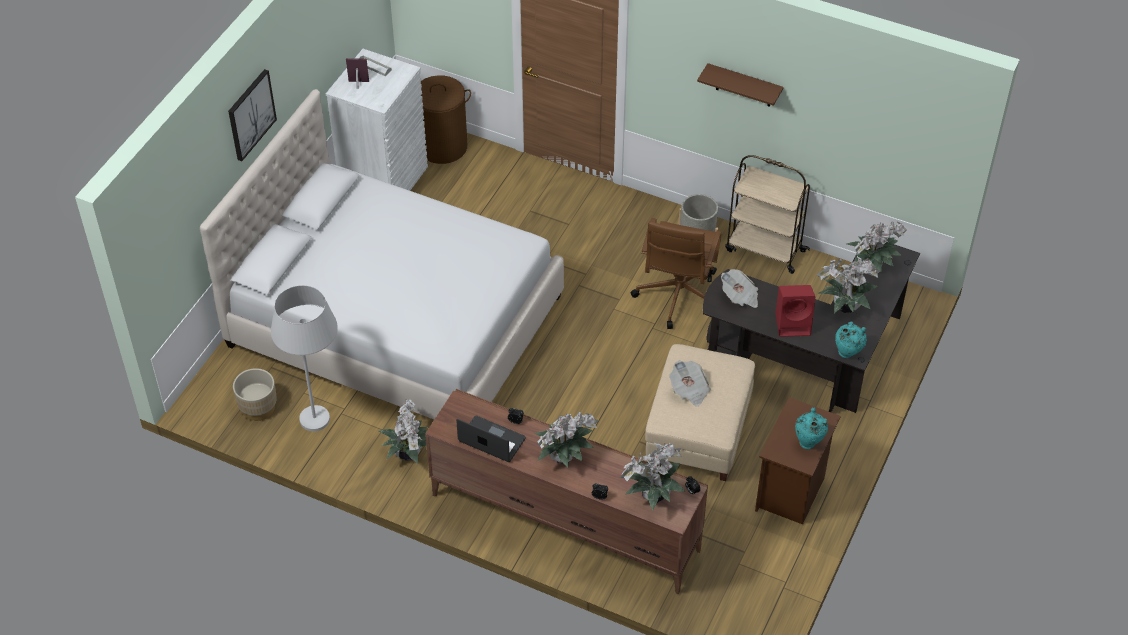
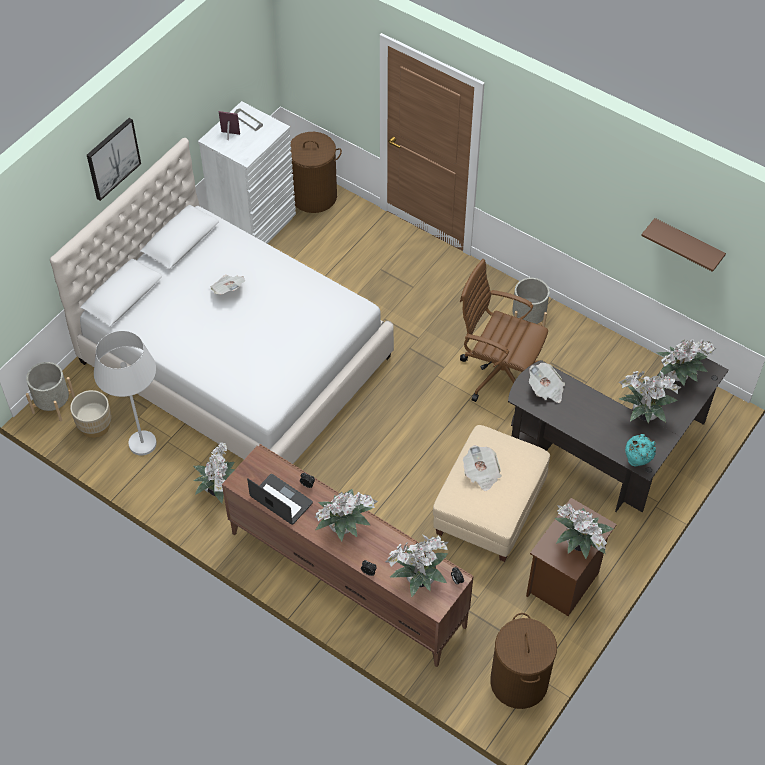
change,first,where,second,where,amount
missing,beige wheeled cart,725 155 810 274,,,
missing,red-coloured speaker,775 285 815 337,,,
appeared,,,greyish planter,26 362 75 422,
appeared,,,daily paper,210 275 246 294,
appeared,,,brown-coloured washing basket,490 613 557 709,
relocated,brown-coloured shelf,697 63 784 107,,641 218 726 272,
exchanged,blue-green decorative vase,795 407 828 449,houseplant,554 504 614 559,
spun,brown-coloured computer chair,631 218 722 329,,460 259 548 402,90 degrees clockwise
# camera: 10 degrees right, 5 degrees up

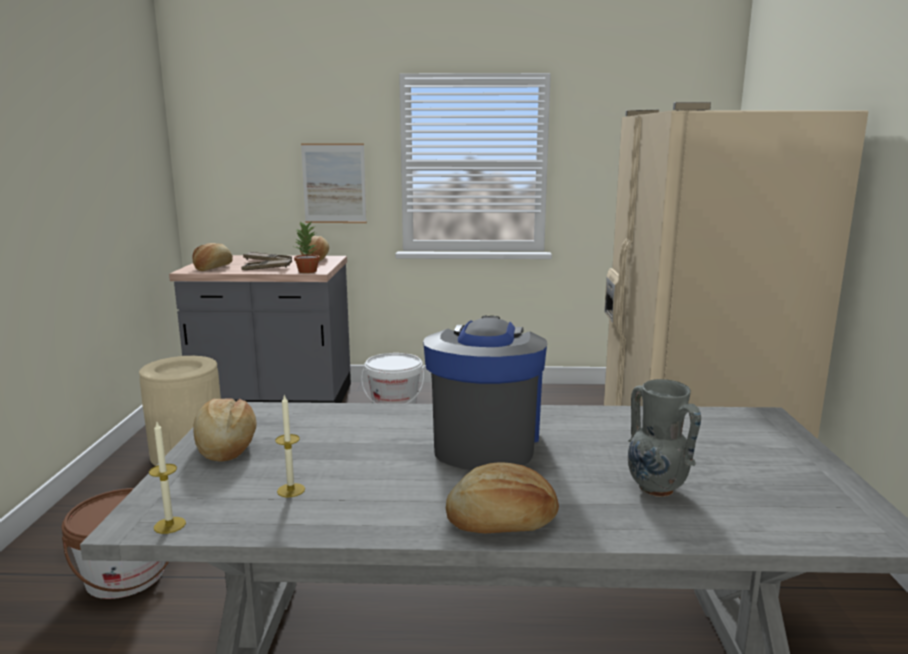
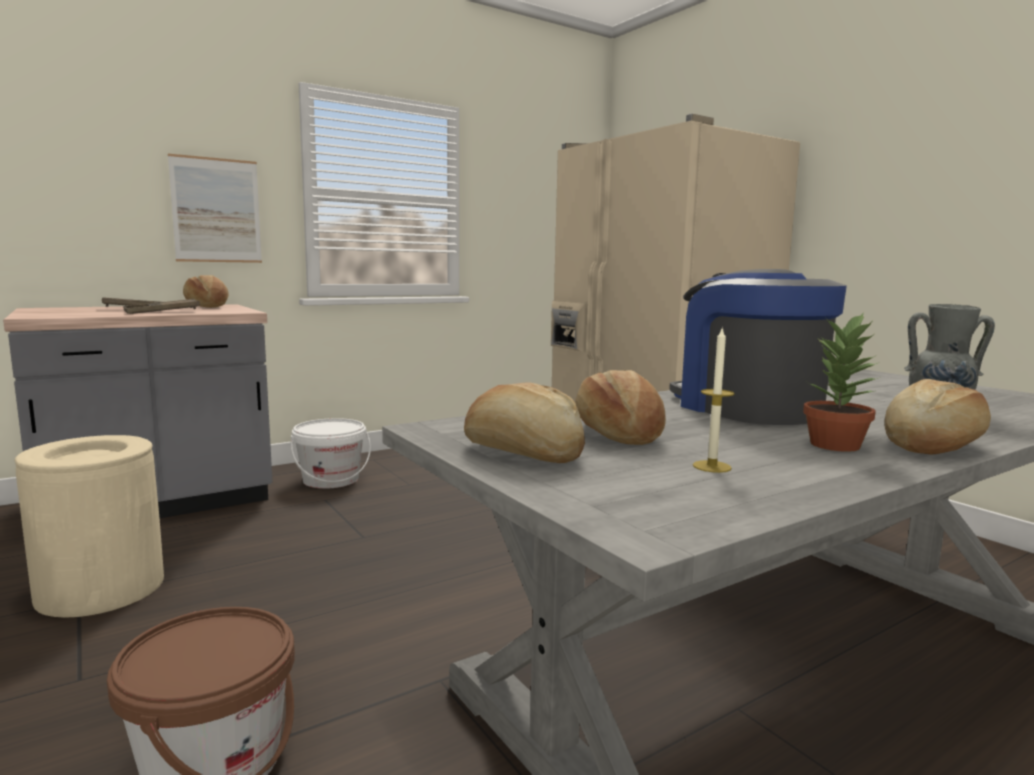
change,first,where,second,where,amount
missing,wax candle,149 422 186 534,,,
relocated,bread,192 243 233 271,,575 370 666 445,
relocated,houseplant,294 222 320 273,,803 312 880 452,
# camera: 35 degrees left, 5 degrees down

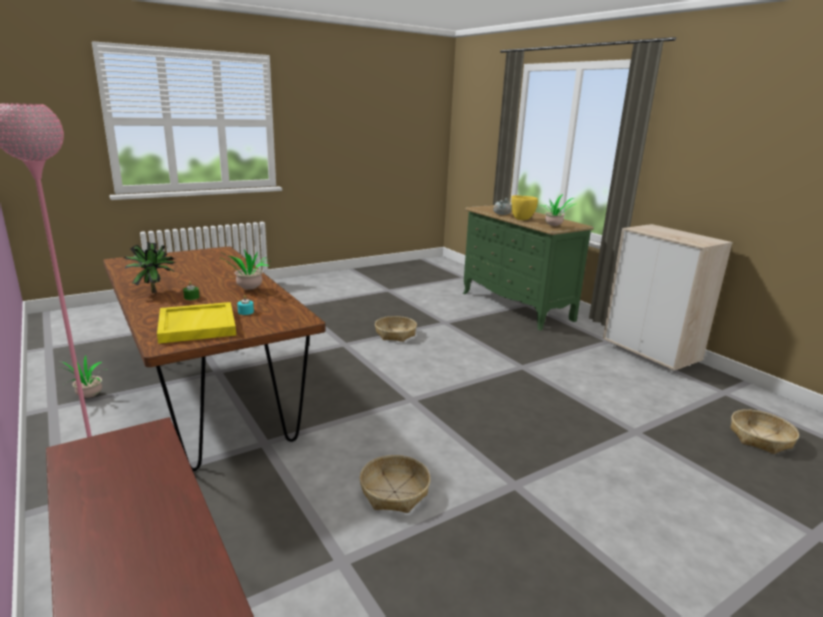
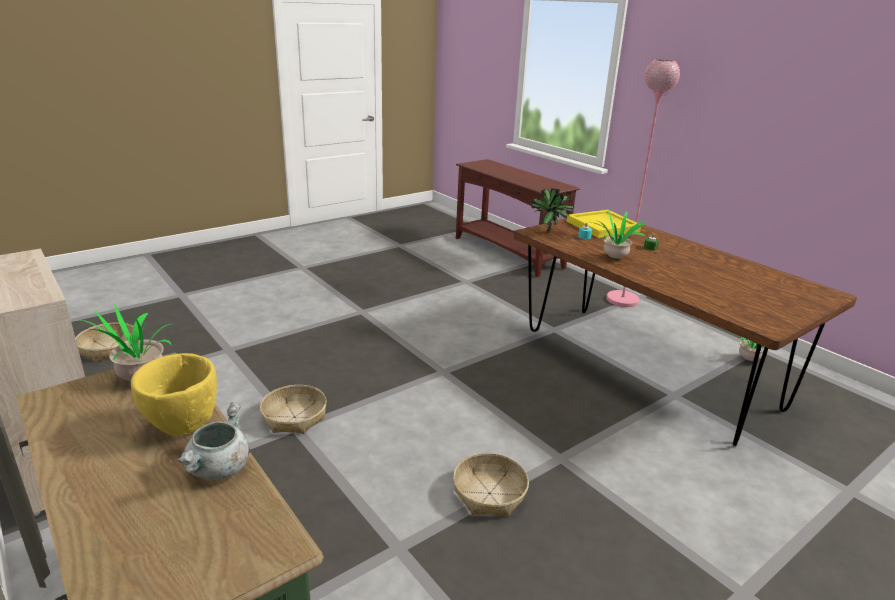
change,first,where,second,where,amount
relocated,houseplant,124 242 177 293,,531 188 575 233,
relocated,storage basket,360 455 431 513,,260 385 327 434,
# camera: 175 degrees right, 5 degrees up

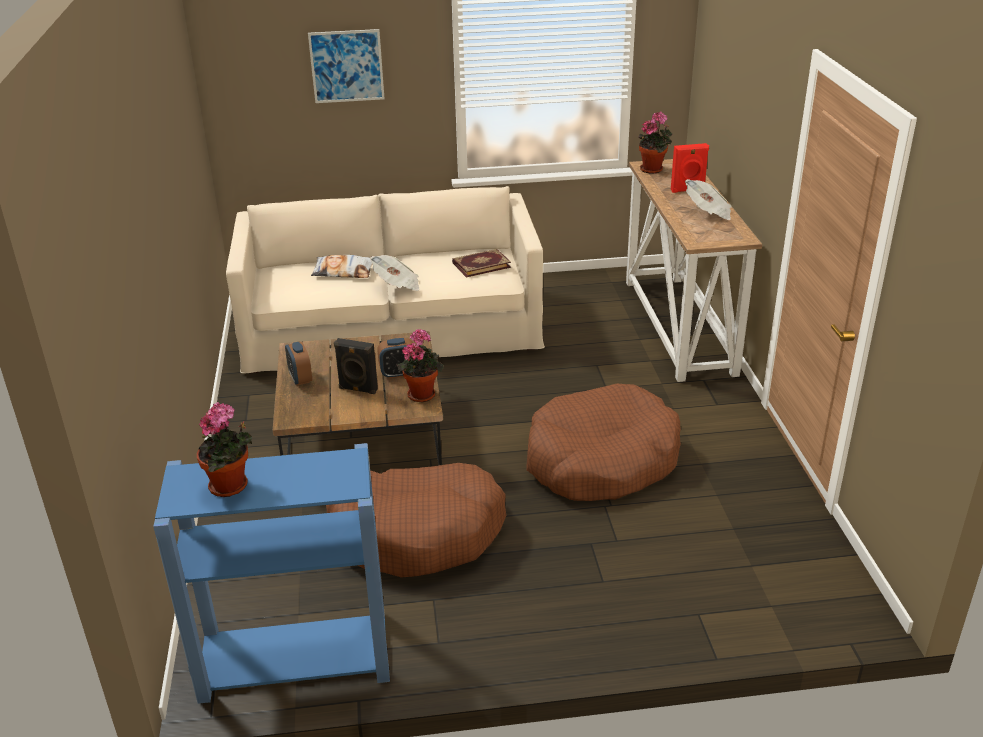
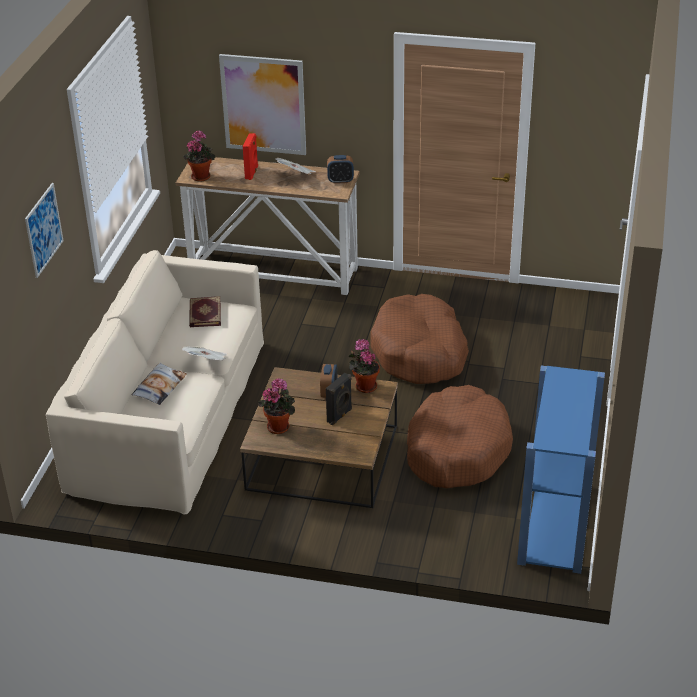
change,first,where,second,where,amount
appeared,,,wall art,219 54 306 155,
relocated,houseplant,197 402 252 497,,258 378 295 434,
relocated,alarm clock,285 342 312 386,,327 155 354 184,
# camera: 70 degrees left, 5 degrees up

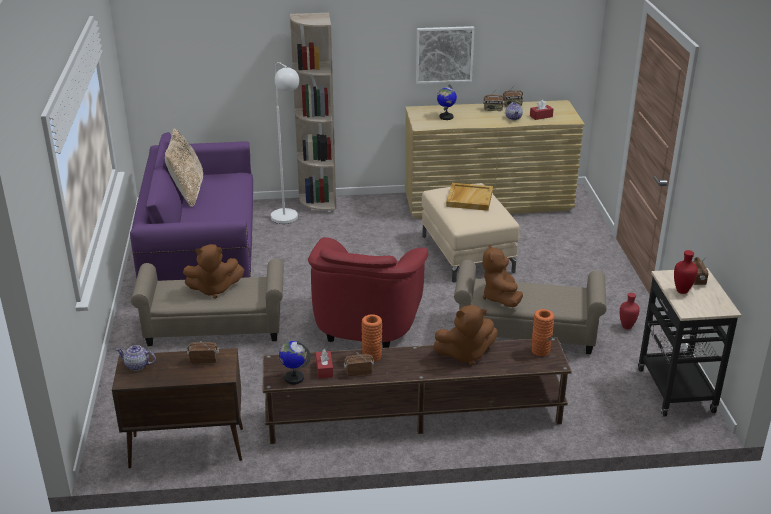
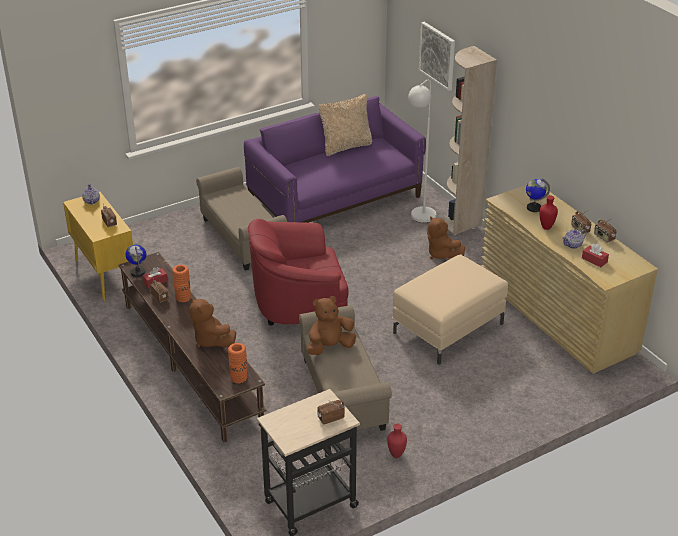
change,first,where,second,where,amount
missing,beige tray,446 183 493 211,,,
relocated,brown-coloured cuddly toy,183 244 244 299,,427 216 465 259,
relocated,wall art,416 26 474 84,,419 22 455 91,
relocated,red-coloured decorative vase,674 250 698 294,,540 195 558 230,
colour,brown-coloured cupboard,112 348 243 469,yellow-coloured cupboard,63 192 133 301,
# camera: 65 degrees right, 5 degrees up

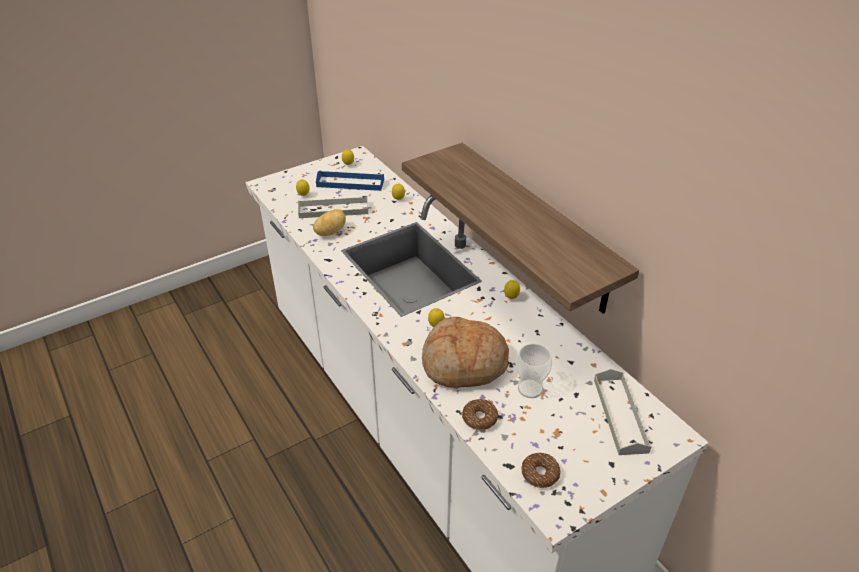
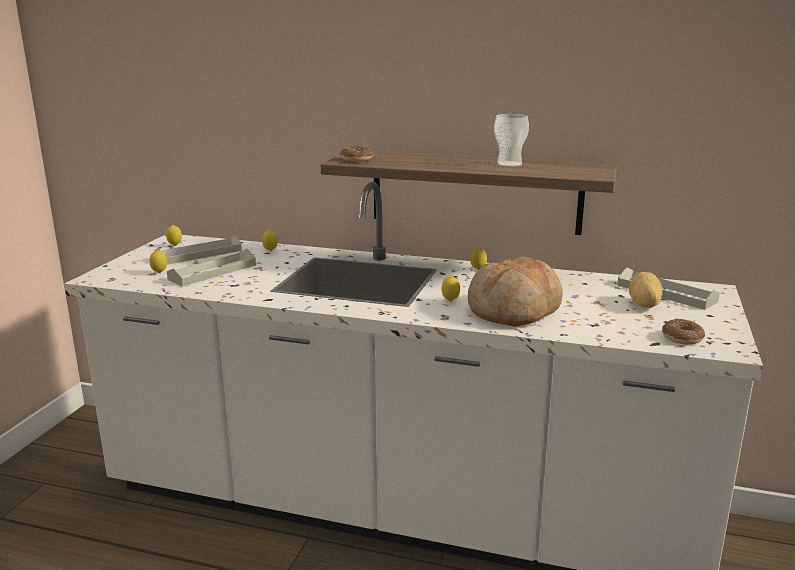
change,first,where,second,where,amount
relocated,whole potato,313 209 346 236,,629 272 662 308,
relocated,donut,462 399 498 430,,340 146 373 162,
relocated,small cup,516 344 552 398,,494 114 529 167,
colour,blue-coloured tray,316 170 384 191,greyish tray,155 235 242 265,
# camera: 40 degrees left, 20 degrees down

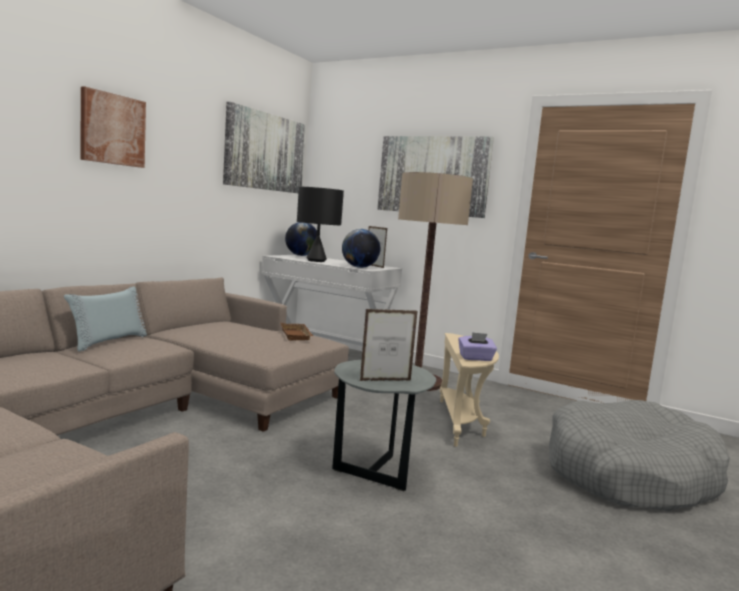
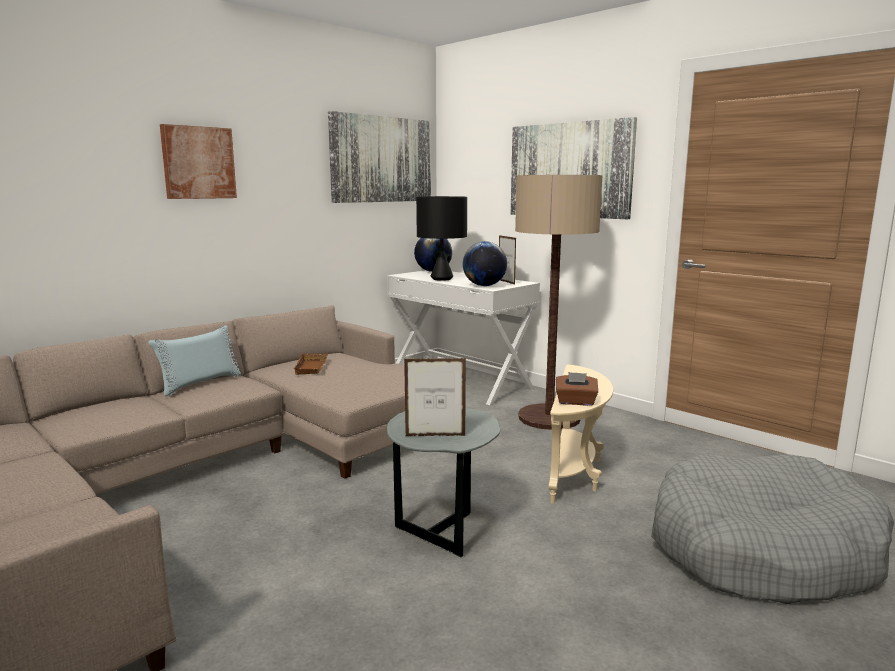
change,first,where,second,where,amount
relocated,brown-coloured tray,281 323 313 341,,293 353 328 375,
colour,purple-coloured box of tissues,458 332 497 361,brown-coloured box of tissues,556 372 598 406,
# camera: 15 degrees right, 5 degrees up

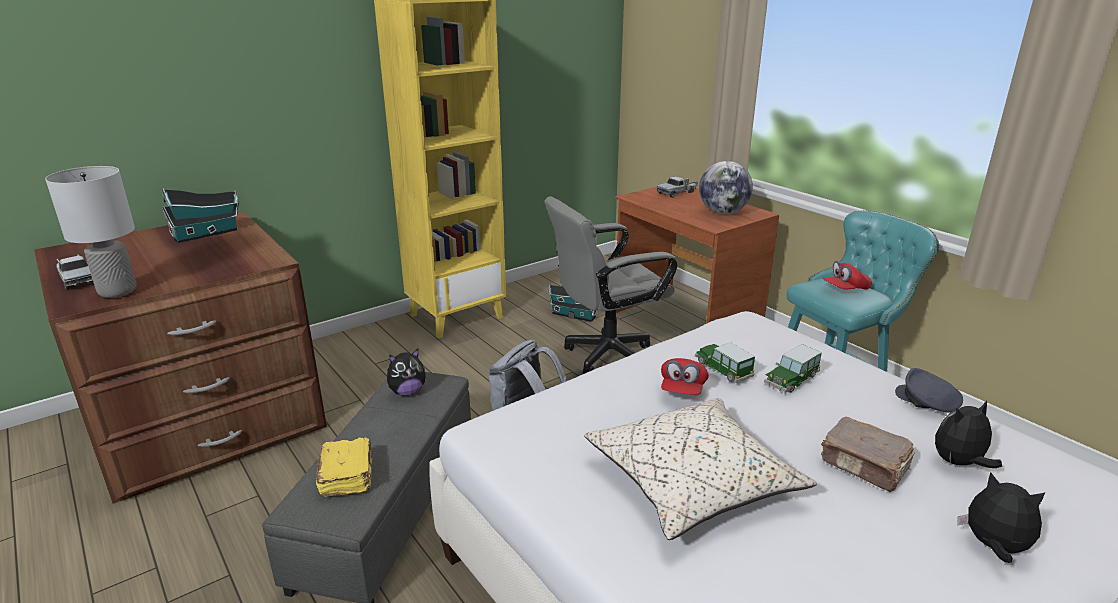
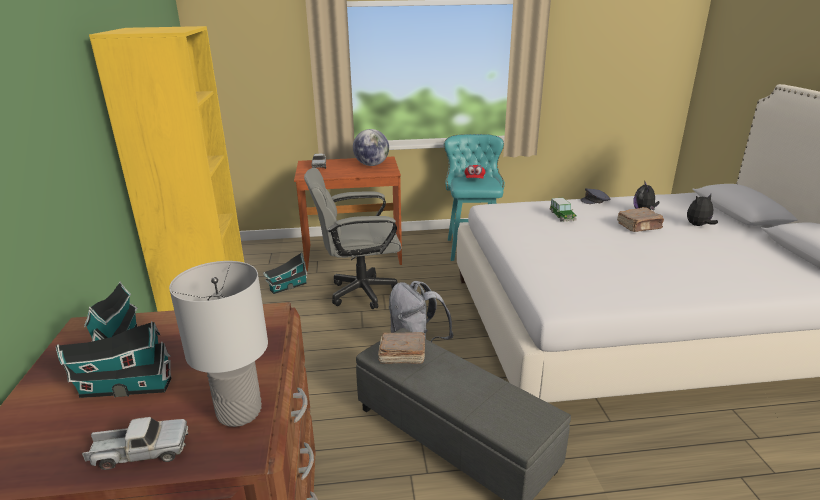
change,first,where,second,where,amount
missing,yellow-coloured bound book,316 437 372 497,,,
missing,beige pillow,584 398 817 540,,,
missing,red-coloured baseball cap,661 358 709 395,,,
missing,toy car,695 342 755 383,,,
appeared,,,miniature house,56 321 172 398,
exchanged,cuddly toy,387 349 426 396,brown-coloured bound book,378 332 425 364,
spun,greyish computer chair,545 196 677 374,,304 168 401 309,75 degrees clockwise
# camera: 60 degrees left, 0 degrees up

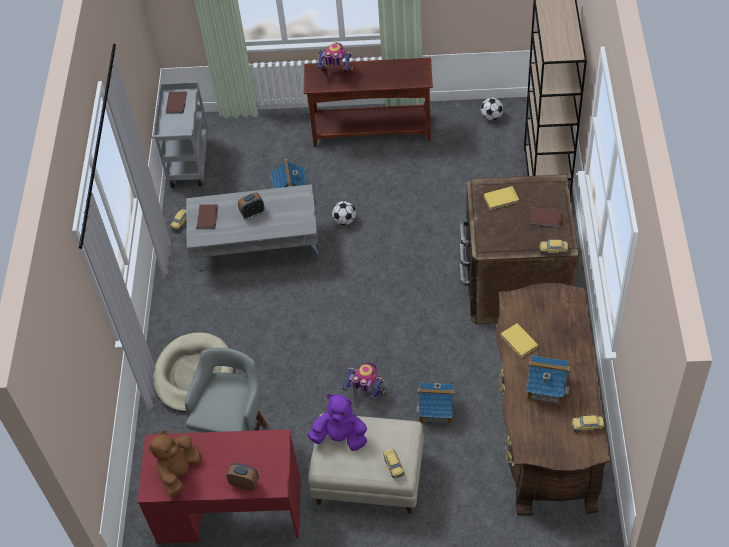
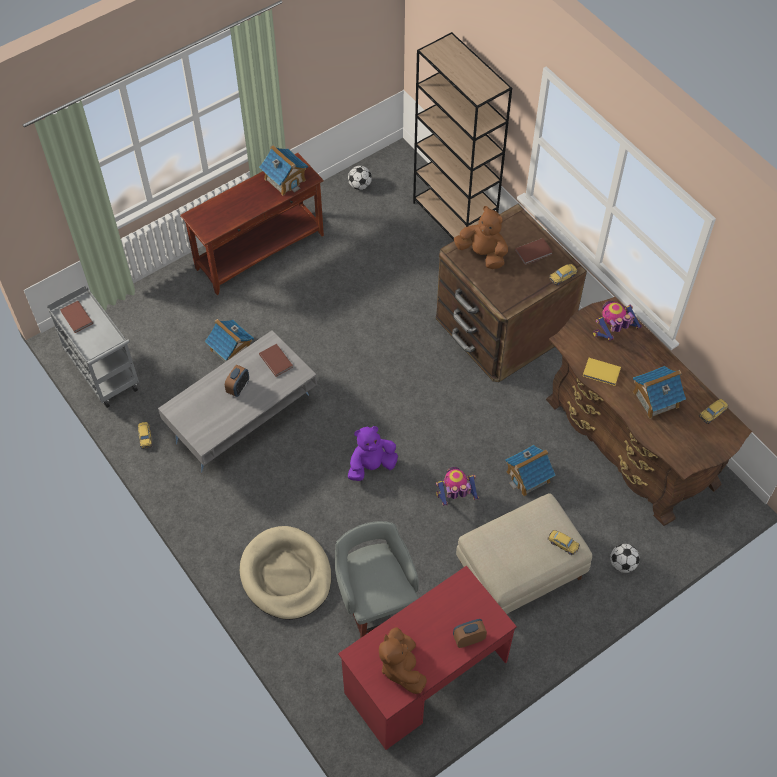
change,first,where,second,where,amount
appeared,,,miniature house,259 145 308 196,
relocated,brown-coloured bound book,196 204 218 229,,259 344 293 377,
relocated,purple-coloured cuddly toy,307 394 367 451,,348 426 398 481,
relocated,model robot,317 43 353 71,,593 301 642 341,
relocated,football ball,332 201 356 225,,610 544 640 573,
exchanged,yellow-coloured bound book,483 186 519 210,brown-coloured cuddly toy,454 206 508 269,
# camera: 40 degrees left, 5 degrees up

